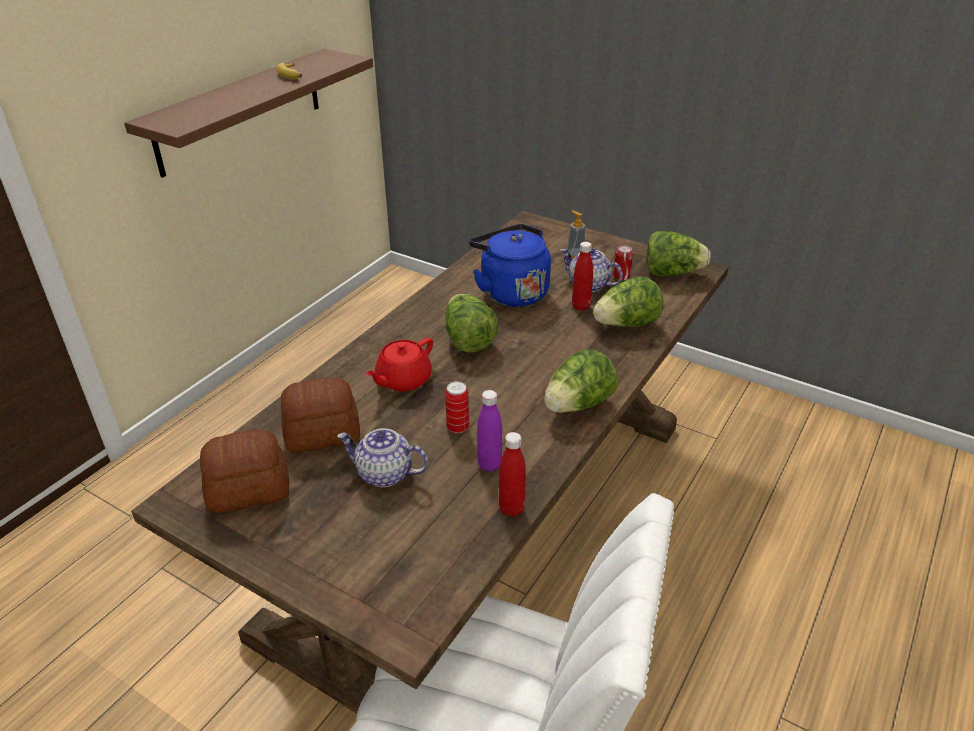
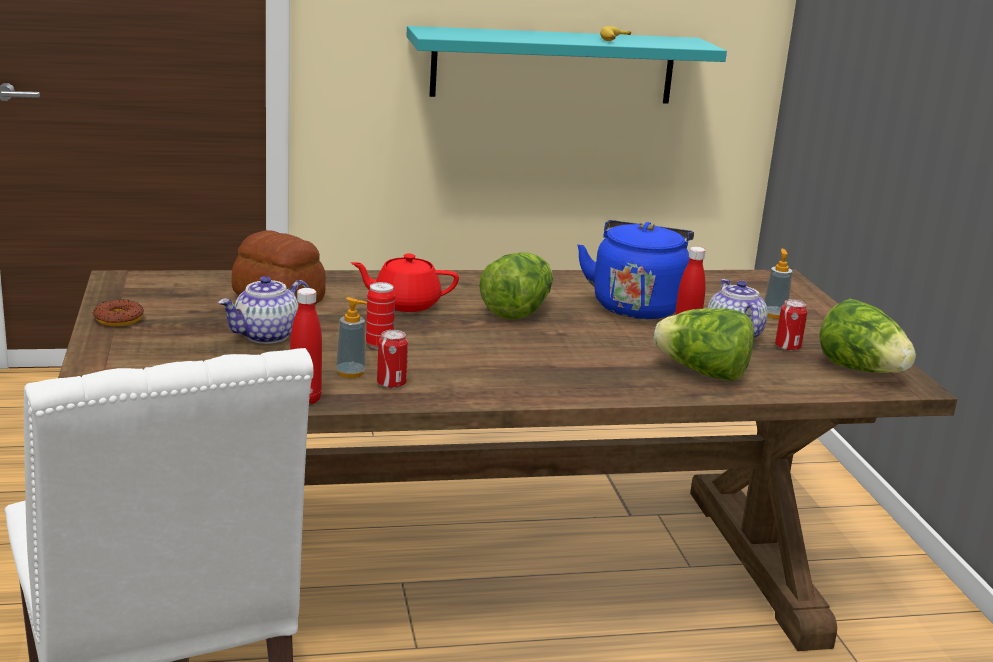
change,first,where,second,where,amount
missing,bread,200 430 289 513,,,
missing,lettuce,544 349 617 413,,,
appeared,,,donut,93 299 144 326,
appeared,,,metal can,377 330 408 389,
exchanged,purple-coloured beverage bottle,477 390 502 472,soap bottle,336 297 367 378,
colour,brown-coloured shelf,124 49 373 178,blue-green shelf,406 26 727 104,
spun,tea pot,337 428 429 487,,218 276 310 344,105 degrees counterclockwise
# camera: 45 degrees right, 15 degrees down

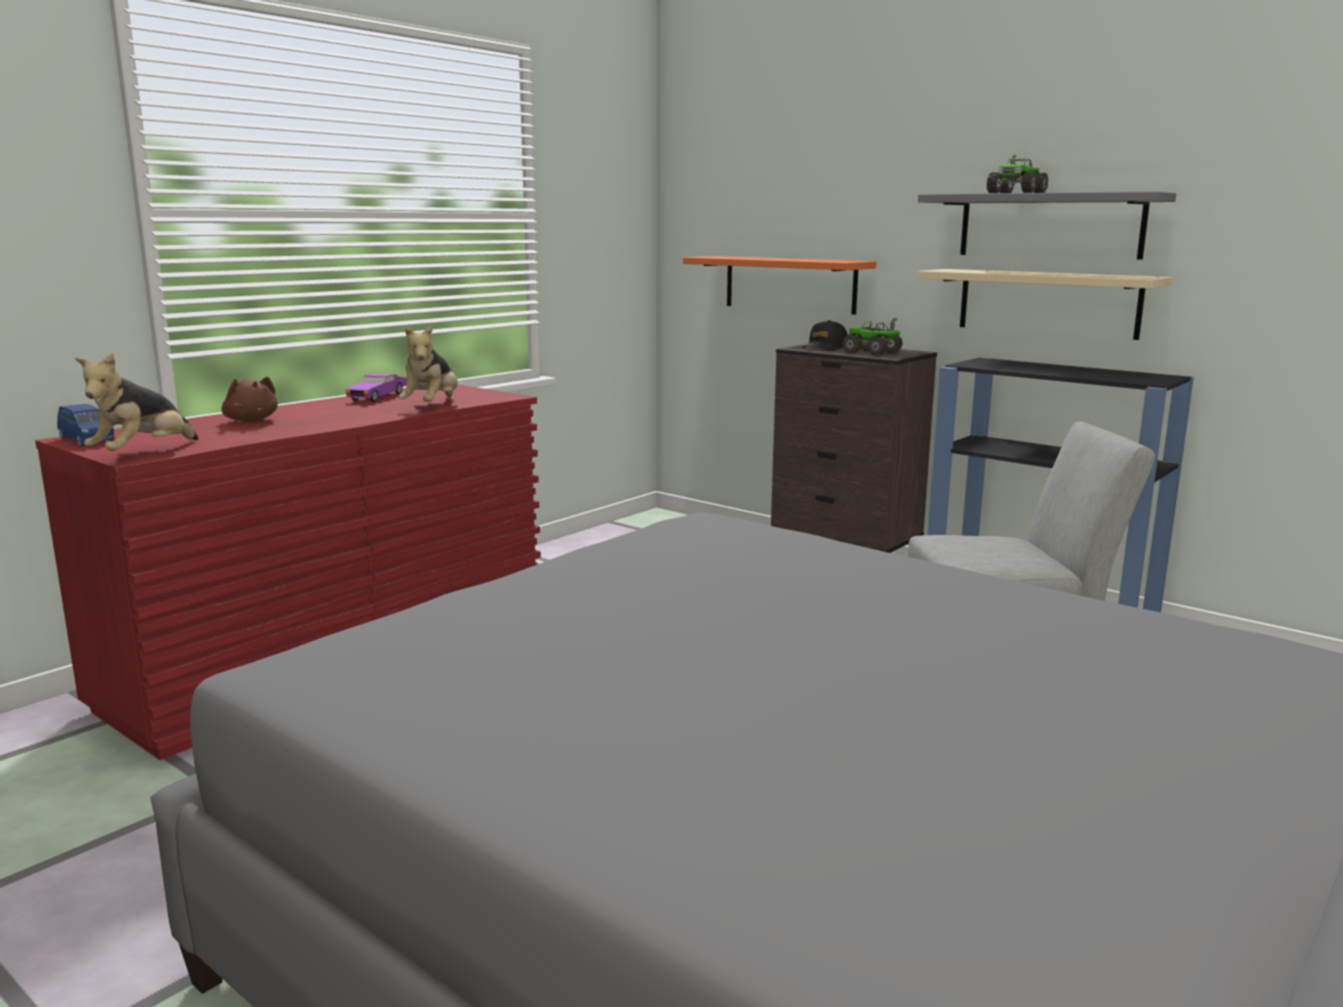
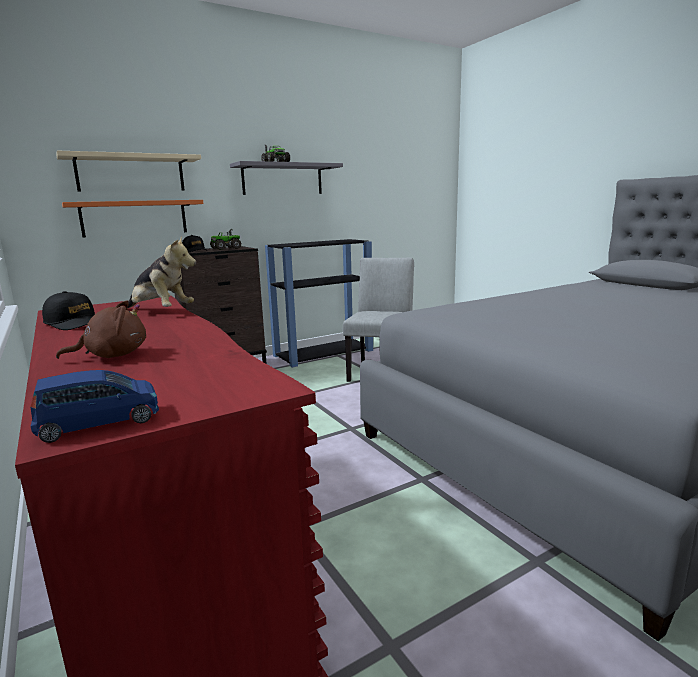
change,first,where,second,where,amount
missing,cuddly toy,75 353 199 451,,,
relocated,beige shelf,918 269 1172 340,,56 151 201 191,
exchanged,purple-coloured toy car,346 373 407 402,blackish baseball cap,42 291 95 330,
# camera: 70 degrees left, 0 degrees up

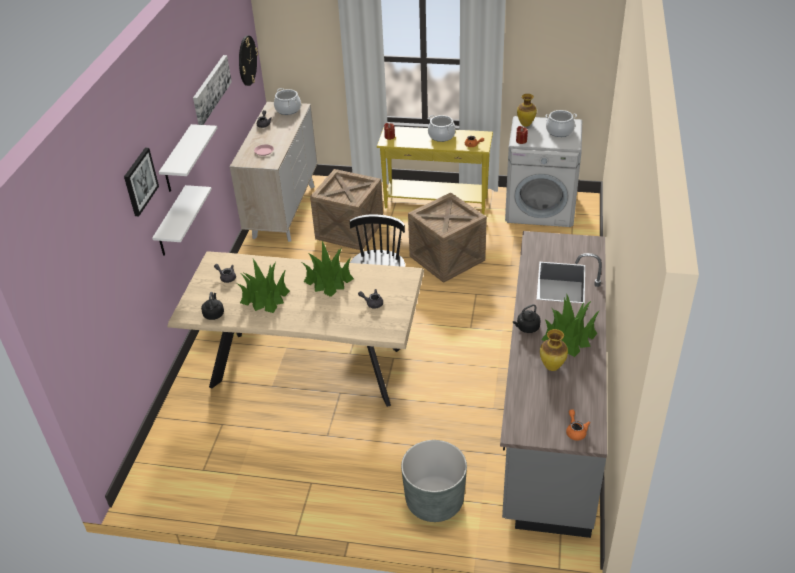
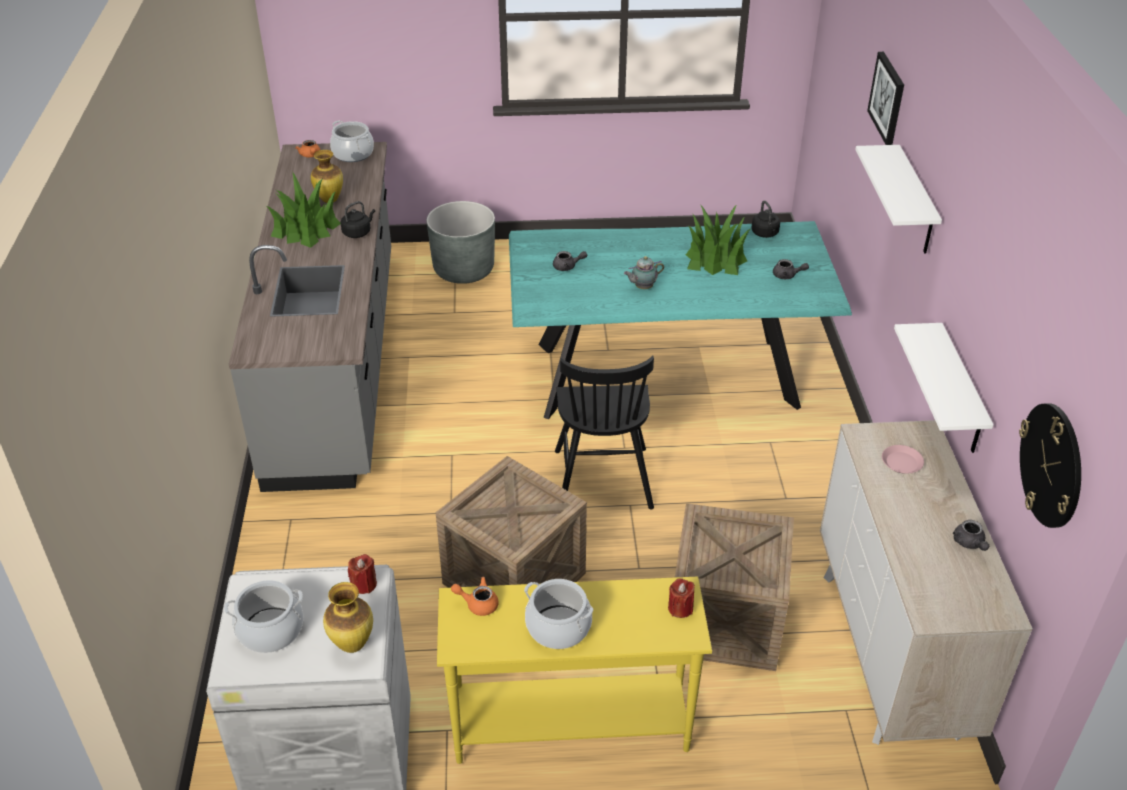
change,first,where,second,where,amount
missing,wall art,193 55 232 125,,,
relocated,white-coloured shelf,152 185 212 256,,894 323 994 453,
relocated,stockpot,274 88 301 115,,330 121 374 162,
exchanged,houseplant,303 241 354 297,tea pot,624 256 664 289,
colour,beige dining table,167 251 424 407,blue-green dining table,509 221 852 419,
# camera: 165 degrees right, 0 degrees up

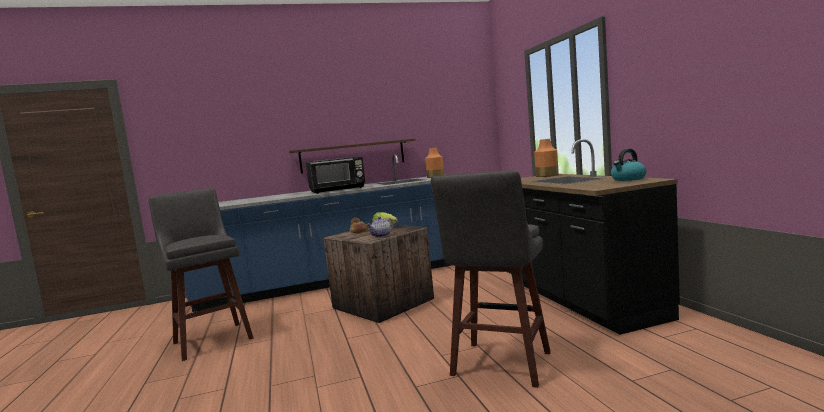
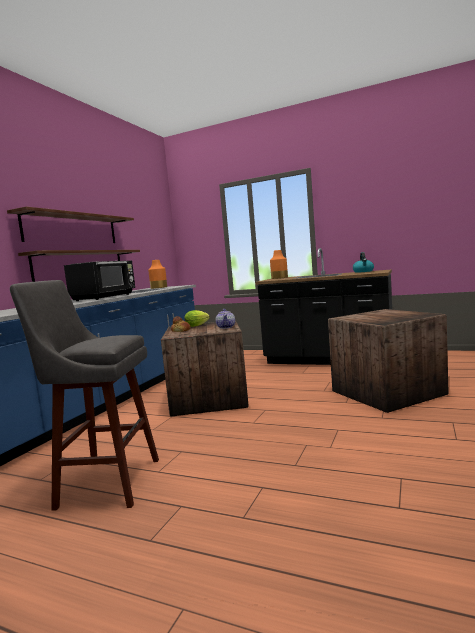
change,first,where,second,where,amount
appeared,,,brown-coloured shelf,7 207 134 243,
exchanged,greyish stool seat,431 170 551 388,packing crate,328 309 449 413,
# camera: 50 degrees left, 0 degrees up

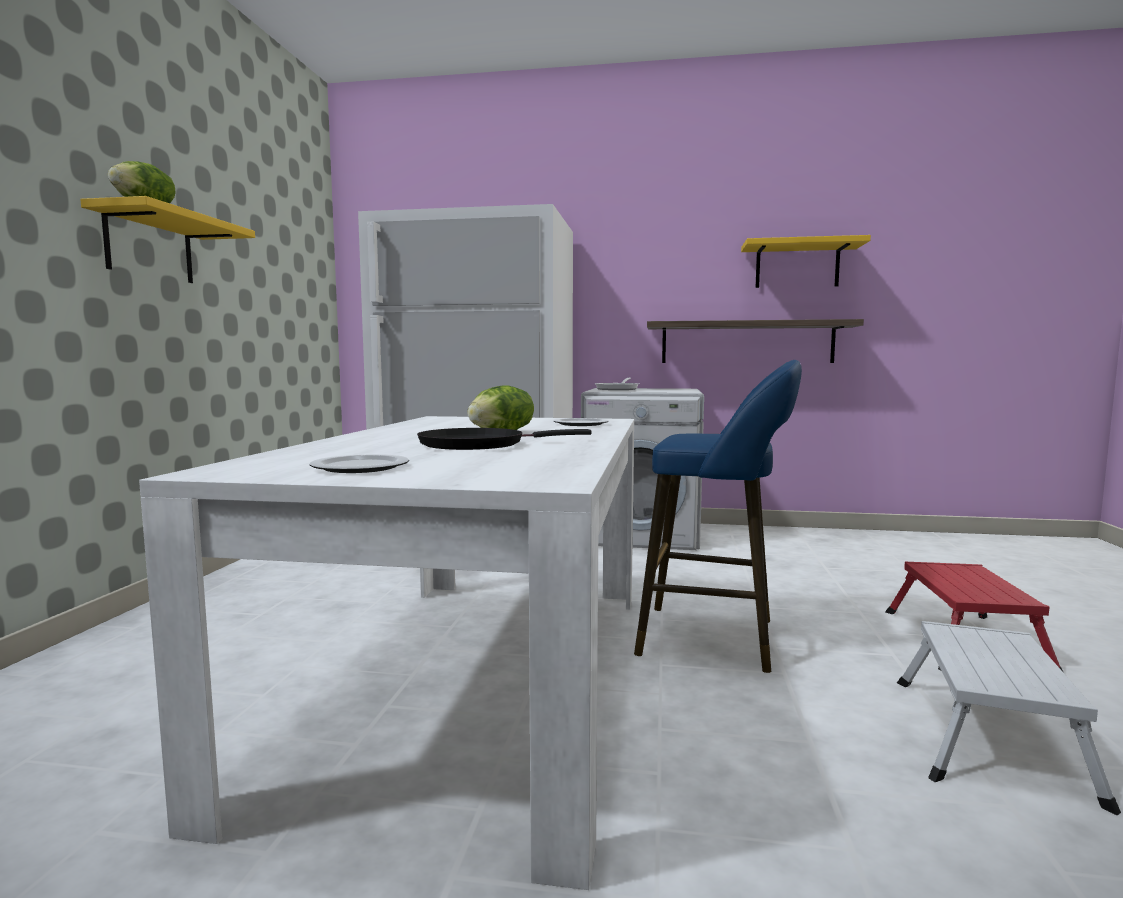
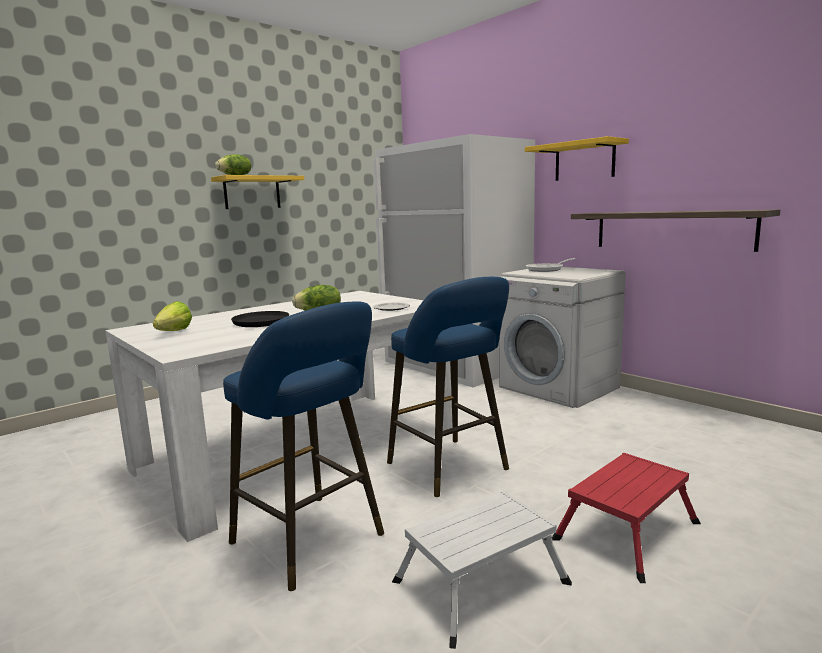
change,first,where,second,where,amount
appeared,,,blue-coloured stool seat,223 301 384 591,
relocated,yellow-coloured shelf,741 235 871 288,,525 136 629 181,
exchanged,flat dish,310 454 409 473,lettuce,153 301 192 331,
# camera: 40 degrees right, 5 degrees up

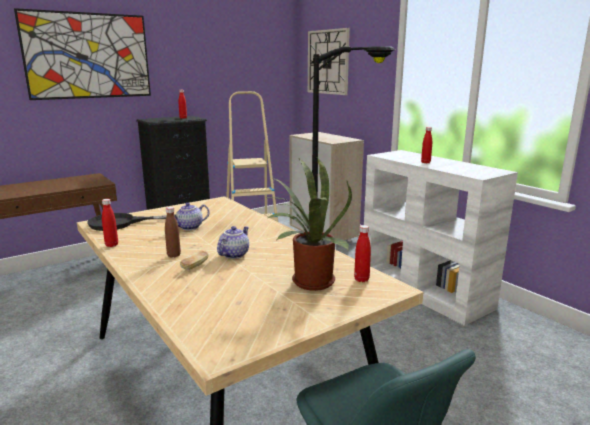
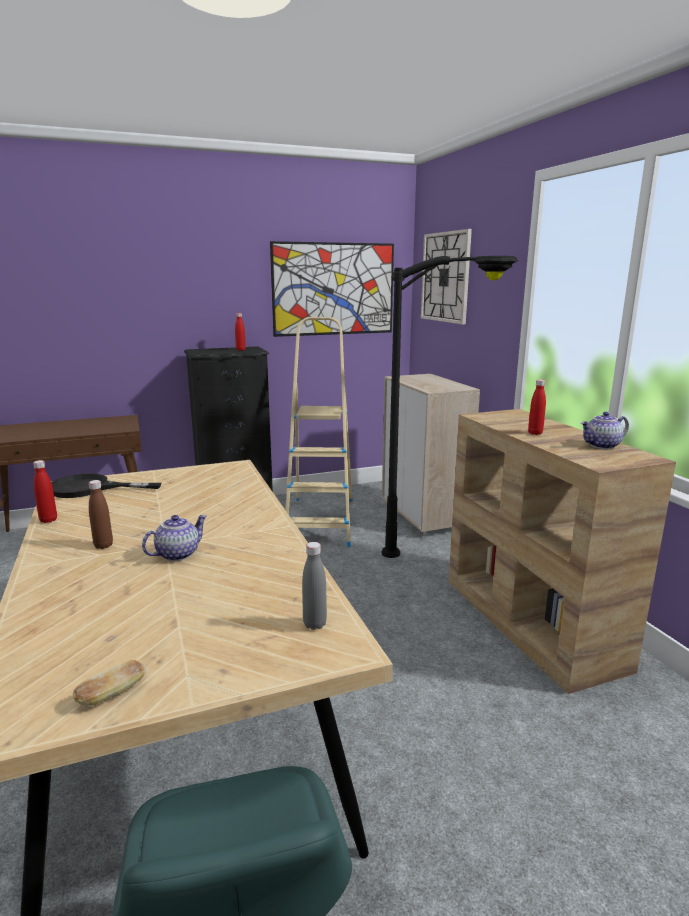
change,first,where,second,where,amount
missing,houseplant,265 159 352 291,,,
relocated,wall art,14 8 151 100,,270 241 394 337,
relocated,tea pot,174 203 209 230,,581 412 629 449,
relocated,bread,180 251 209 270,,73 660 146 706,
colour,red-coloured beverage bottle,354 225 371 282,greyish beverage bottle,302 542 327 630,
colour,white-coloured shelving unit,364 150 518 326,brown-coloured shelving unit,448 409 676 694,
# camera: 15 degrees right, 0 degrees up

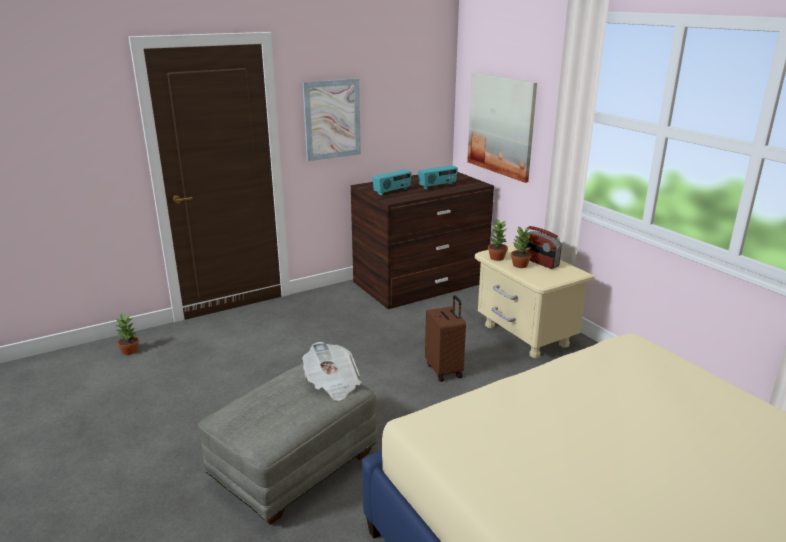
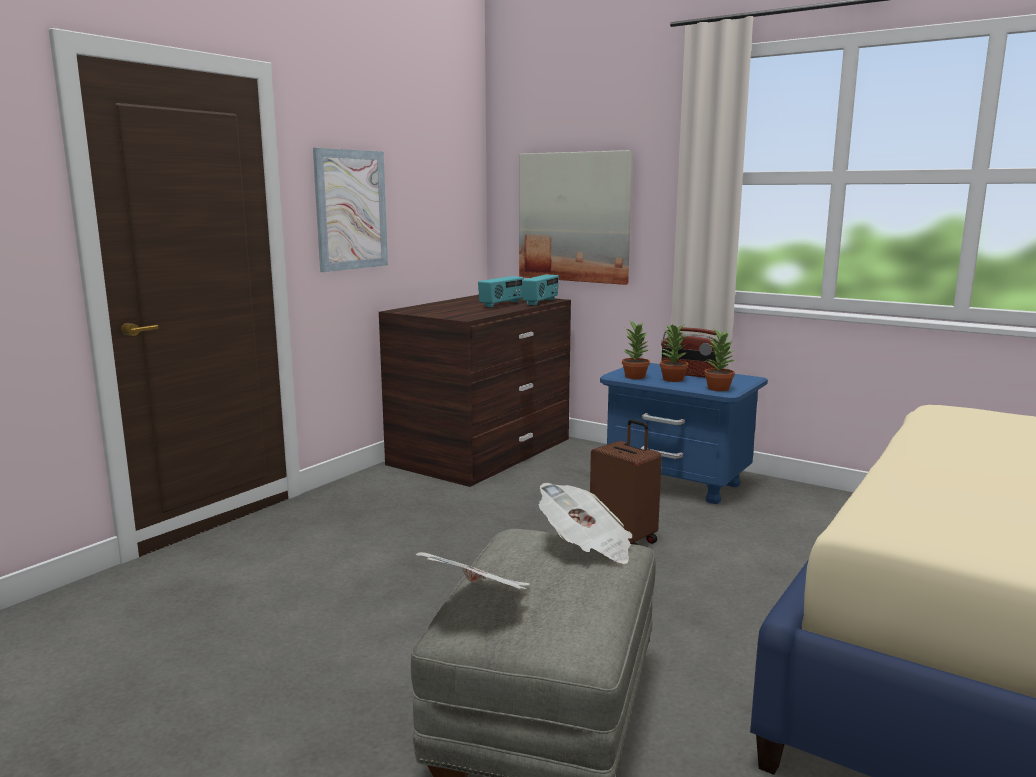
change,first,where,second,where,amount
appeared,,,daily paper,416 552 530 589,
relocated,houseplant,116 313 139 355,,704 328 735 391,
relocated,radio set,372 169 412 196,,522 274 559 305,
colour,beige night table,475 243 594 358,blue-coloured night table,600 363 768 504,
# camera: 25 degrees left, 10 degrees down

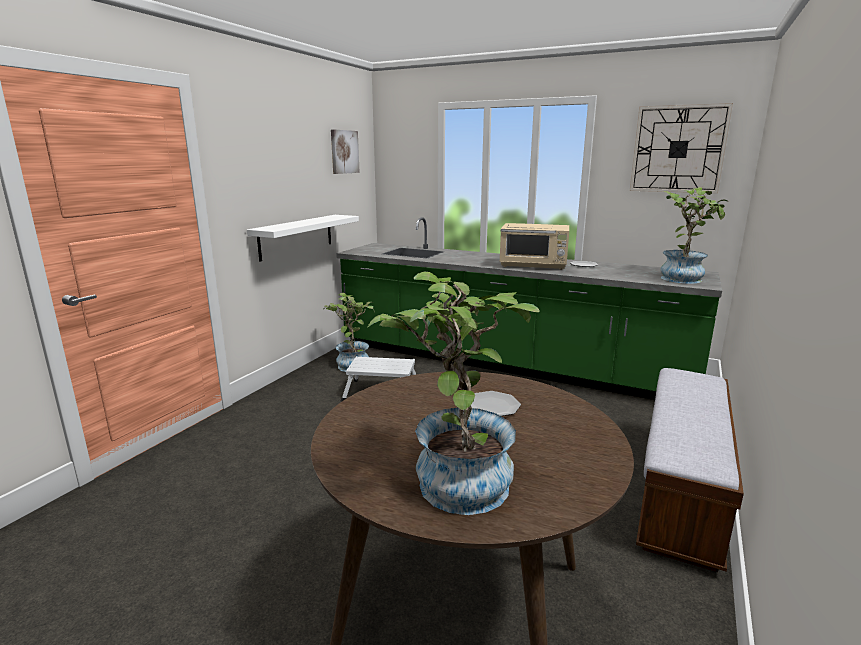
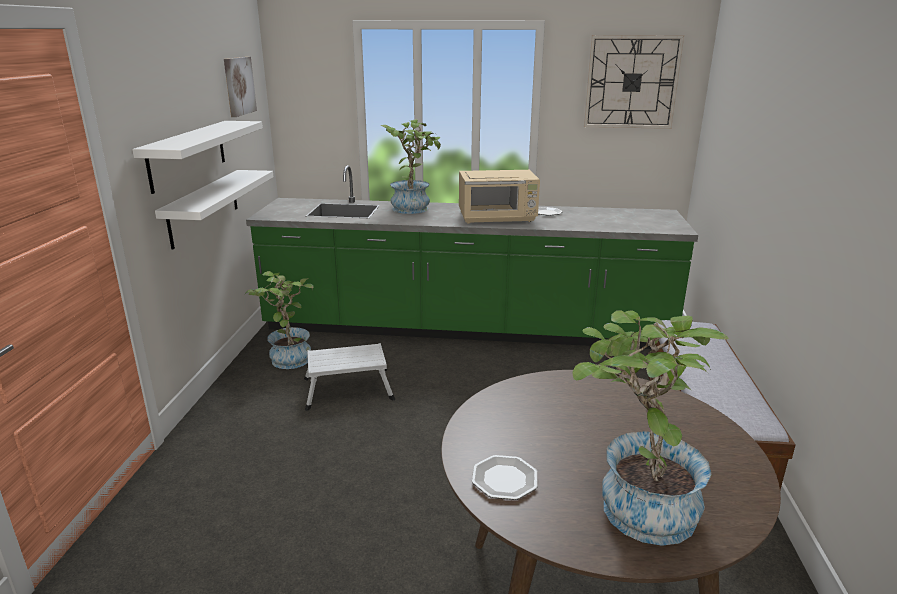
change,first,where,second,where,amount
appeared,,,white-coloured shelf,132 121 263 194,
relocated,flat dish,471 391 521 416,,472 455 538 500,
relocated,houseplant,660 187 728 284,,380 119 441 214,
# camera: 20 degrees left, 5 degrees up

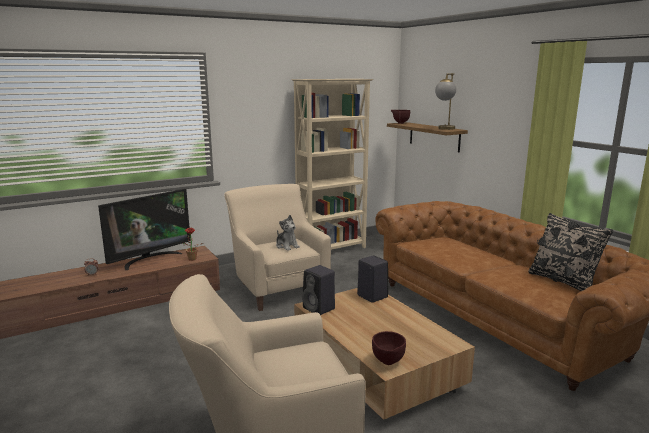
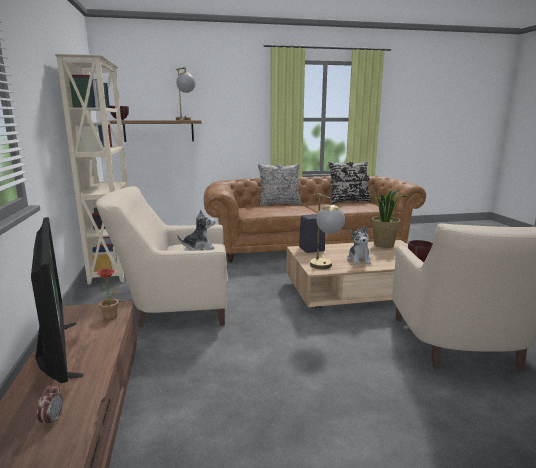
change,first,where,second,where,amount
appeared,,,greyish pillow,258 164 302 207,
appeared,,,cuddly toy,347 226 371 265,
appeared,,,houseplant,371 190 407 248,
exchanged,blackish speaker,302 265 335 315,table lamp,310 193 345 269,
# camera: 70 degrees left, 0 degrees up

